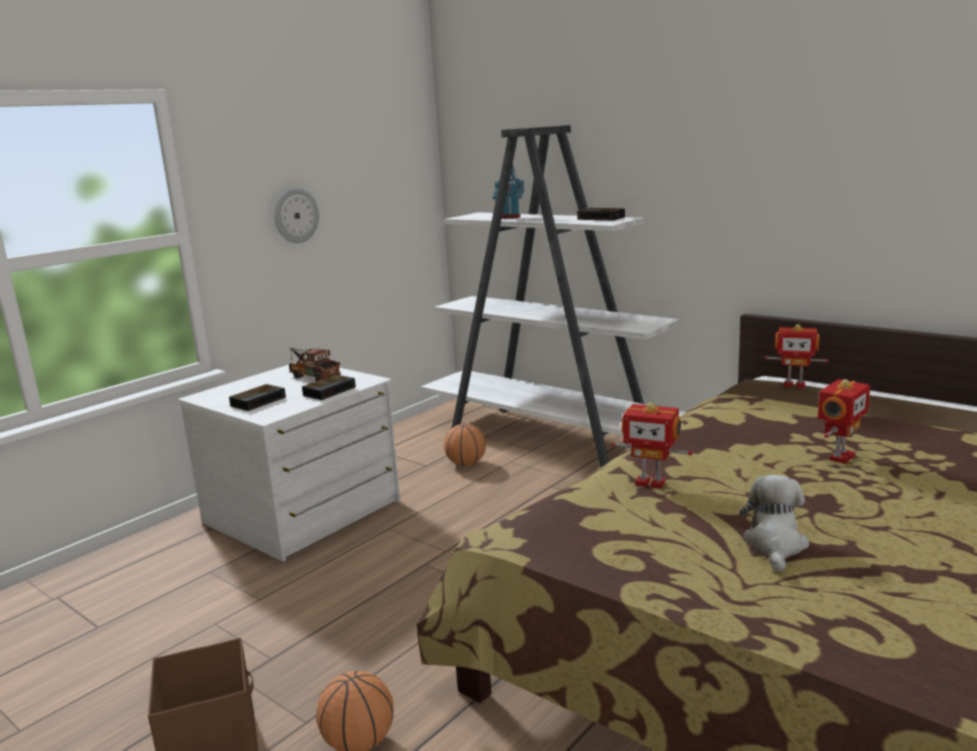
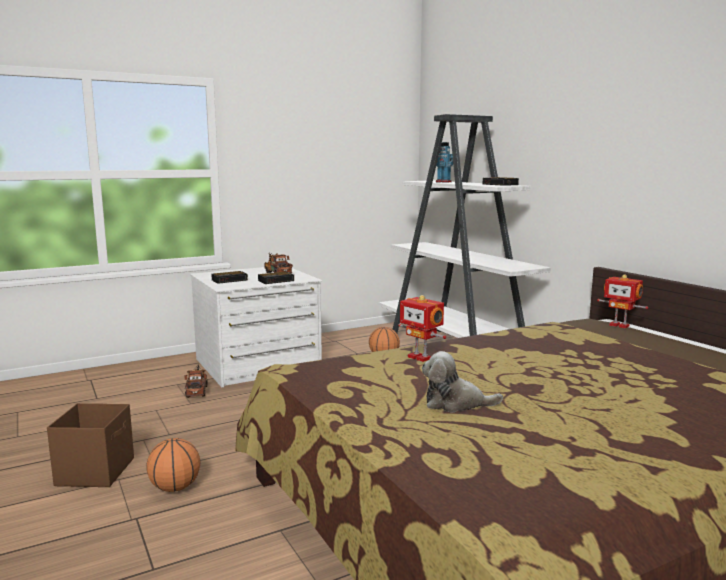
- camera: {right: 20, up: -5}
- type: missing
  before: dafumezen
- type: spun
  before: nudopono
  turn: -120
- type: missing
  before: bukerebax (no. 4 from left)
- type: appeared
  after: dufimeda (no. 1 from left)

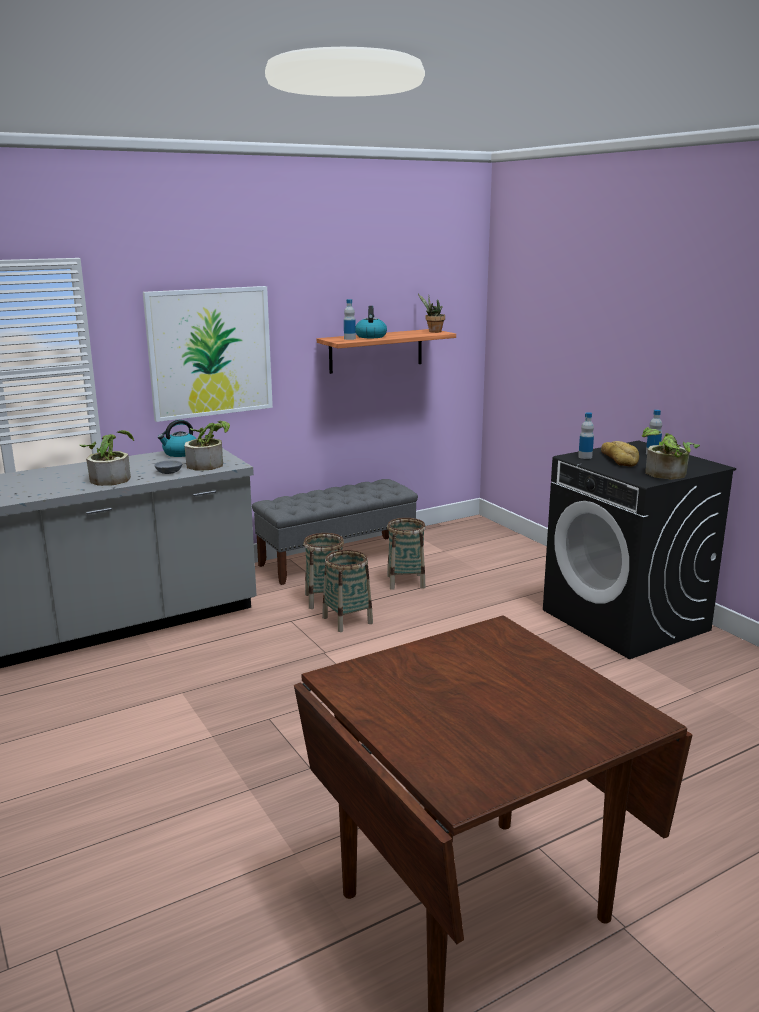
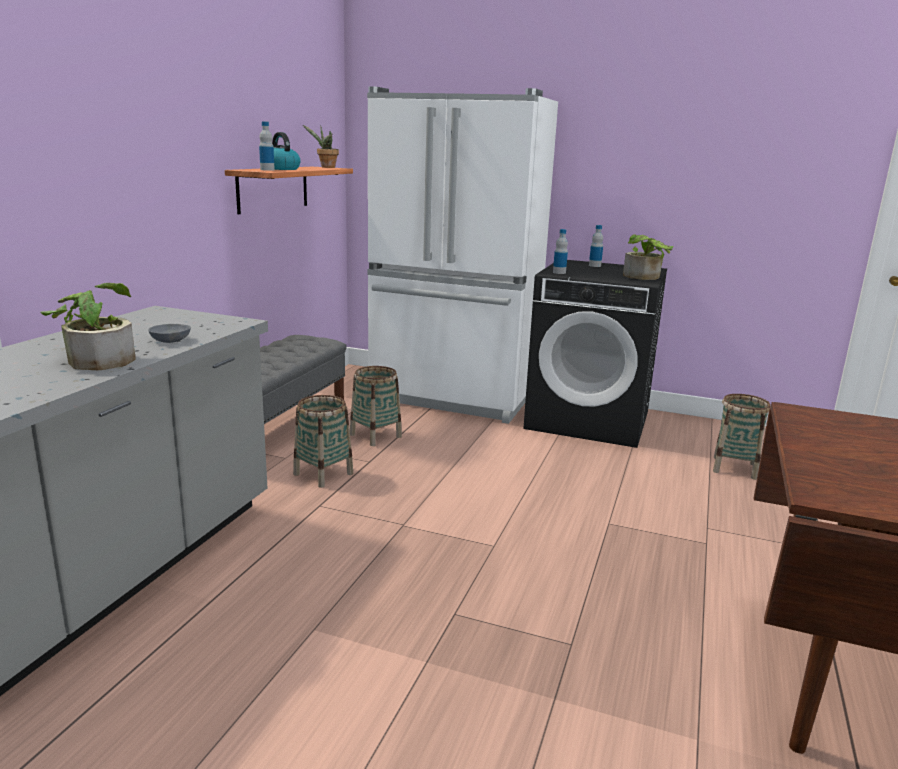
- camera: {right: -40, up: 0}
- type: missing
  before: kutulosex
- type: missing
  before: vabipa (no. 1 from left)
- type: missing
  before: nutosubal (no. 2 from left)
- type: relocated
  before: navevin (no. 2 from left in the first image)
  after: navevin (no. 3 from left)
- type: missing
  before: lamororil
- type: appeared
  after: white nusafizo

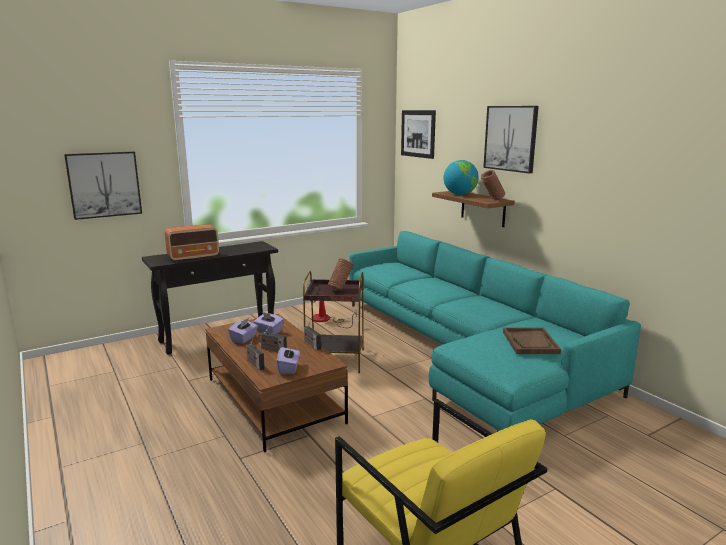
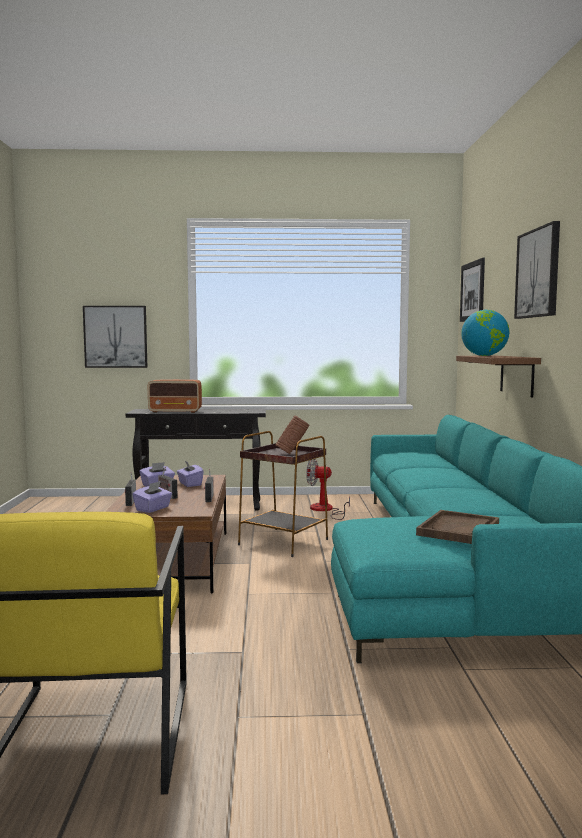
- camera: {right: 30, up: -10}
- type: missing
  before: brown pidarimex (no. 2 from left)

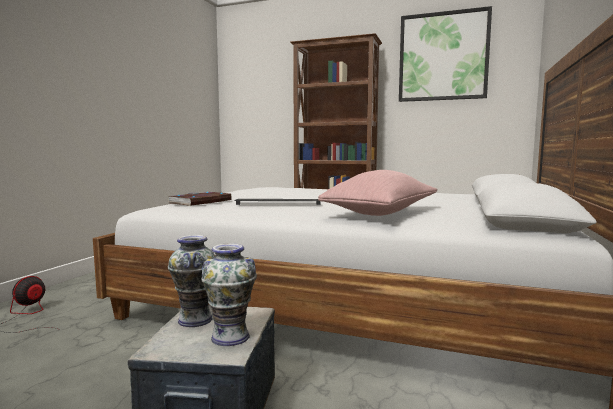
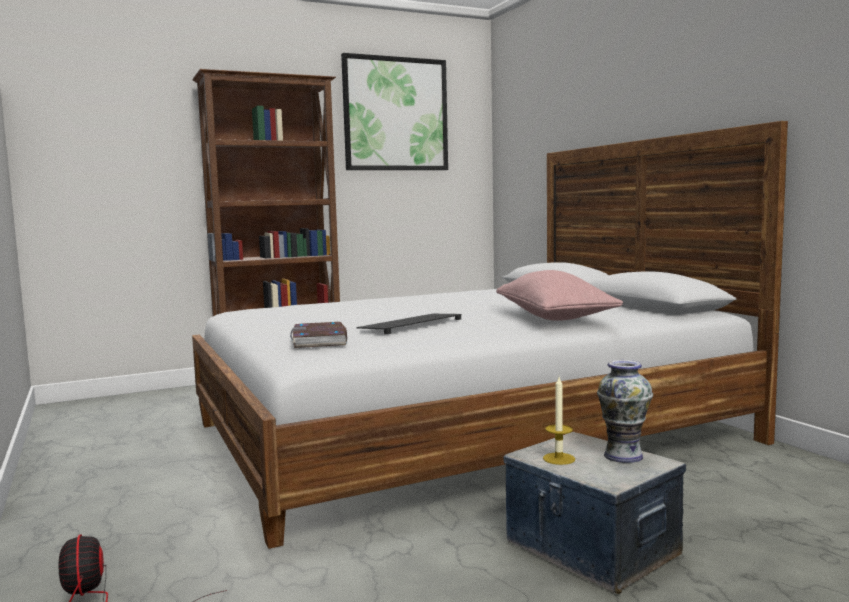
- camera: {right: -45, up: 0}
- type: exchanged
  before: pidarimex (no. 1 from left)
  after: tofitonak

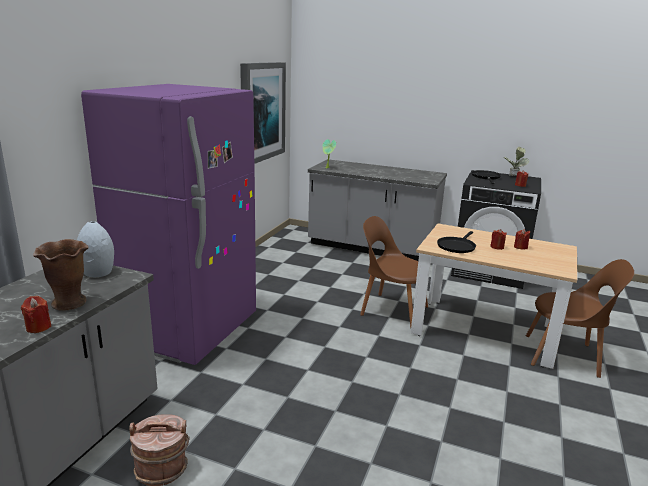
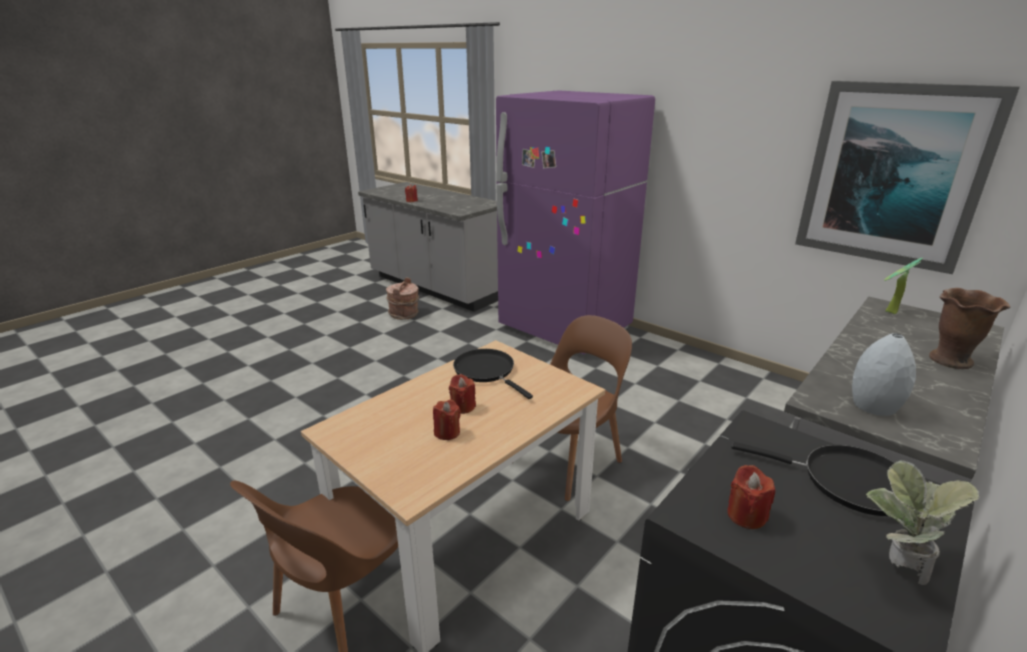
- camera: {right: 110, up: 5}
- type: relocated
  before: brown pidarimex
- type: relocated
  before: grey pidarimex

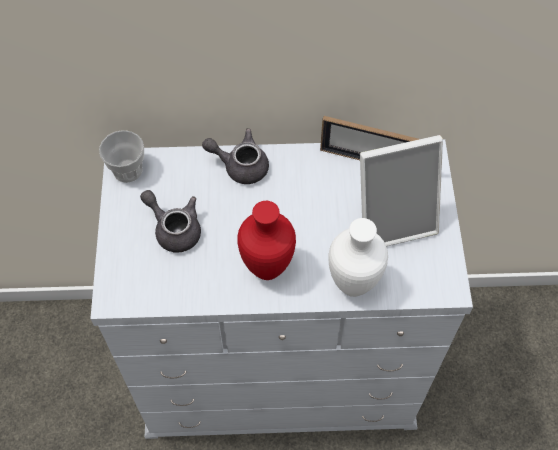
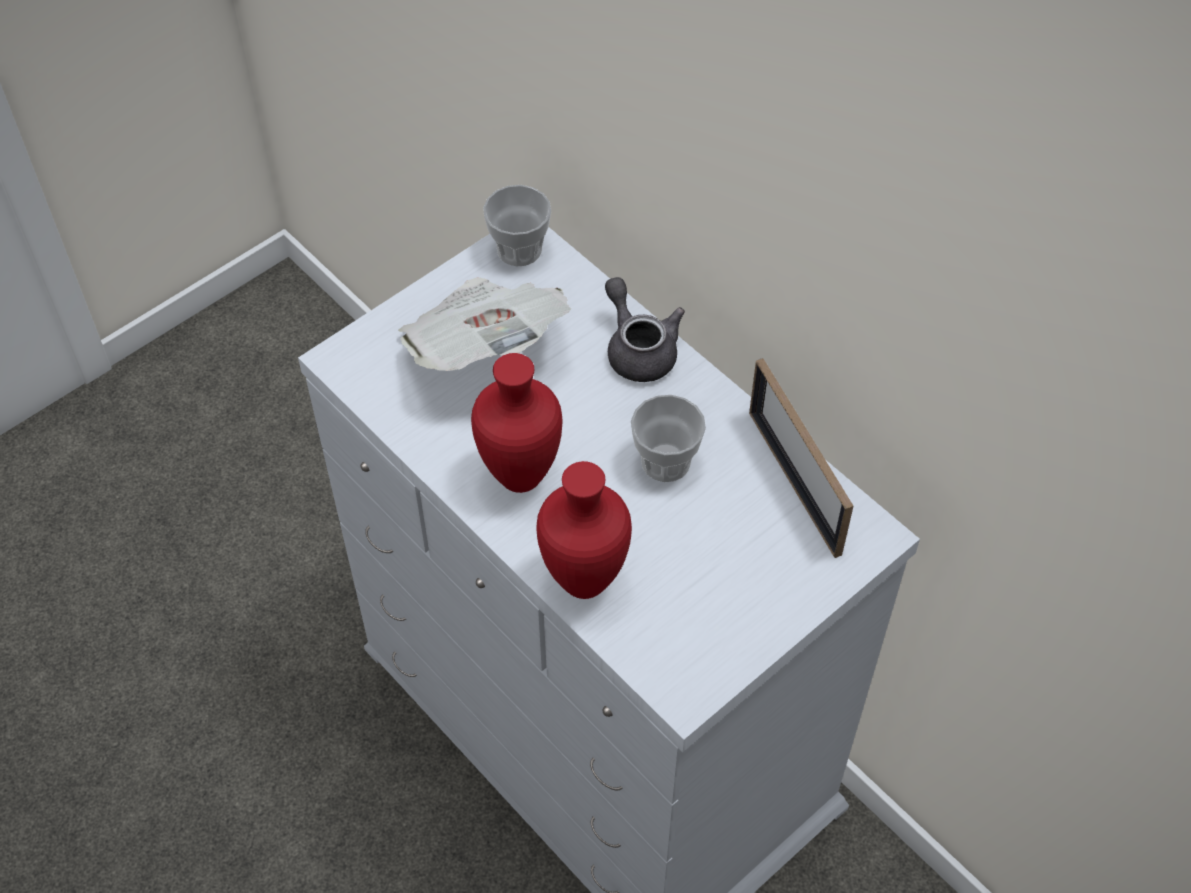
- camera: {right: 50, up: -5}
- type: exchanged
  before: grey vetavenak (no. 1 from left)
  after: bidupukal
- type: colour
  before: white pidarimex
  after: red pidarimex (no. 2 from left)
- type: missing
  before: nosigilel (no. 2 from left)
- type: appeared
  after: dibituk (no. 2 from left)

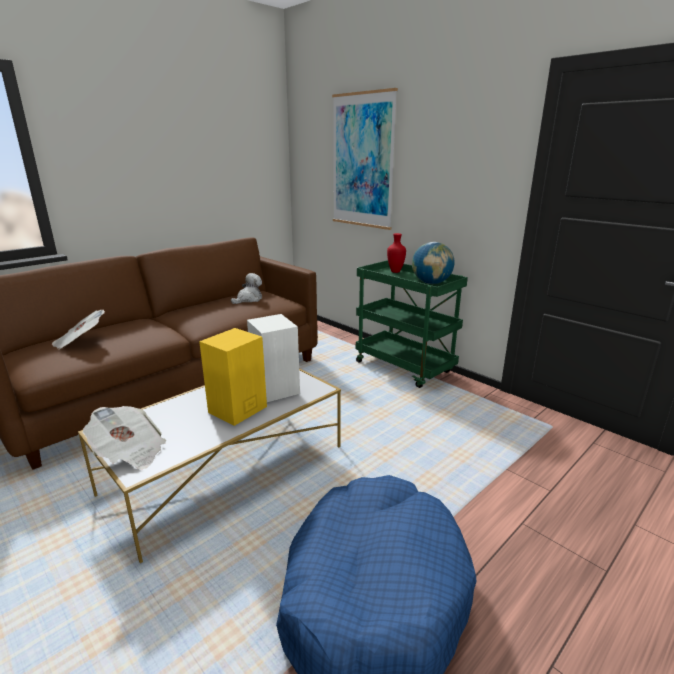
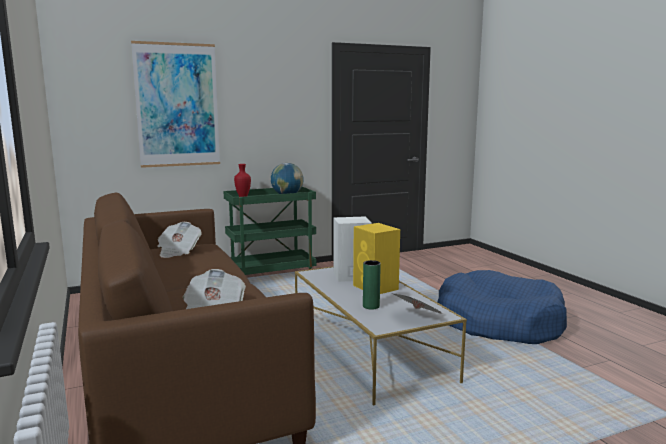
- camera: {right: -70, up: -10}
- type: exchanged
  before: nudopono
  after: bidupukal (no. 1 from left)
- type: appeared
  after: green pidarimex

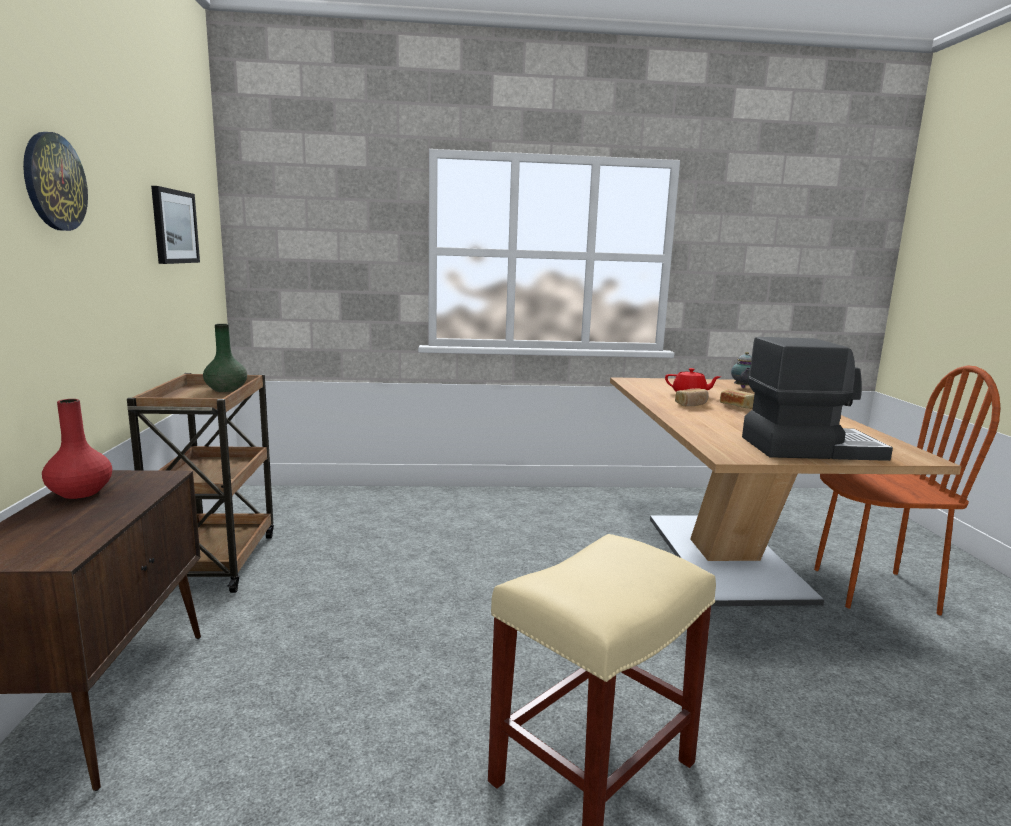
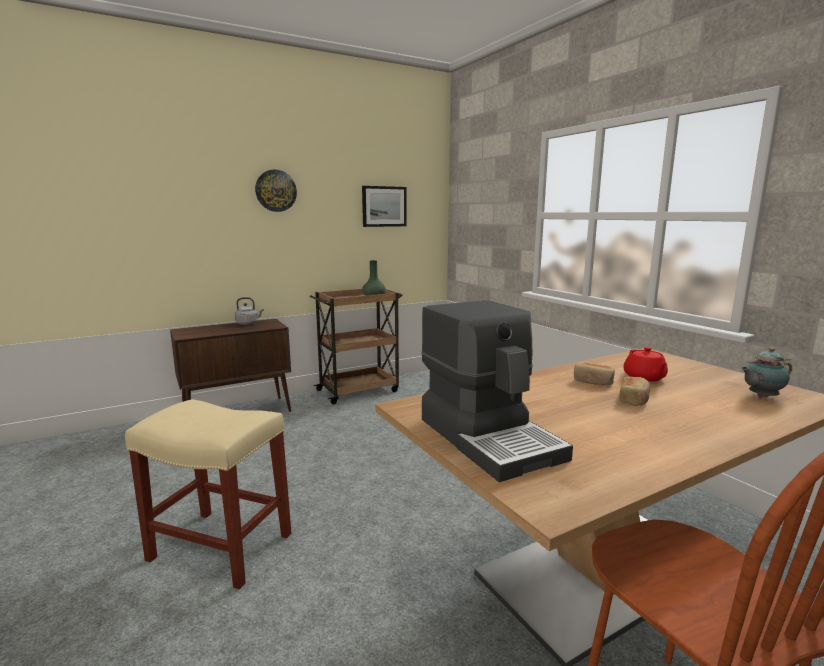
- camera: {right: 65, up: 0}
- type: exchanged
  before: red pidarimex
  after: grey vabipa

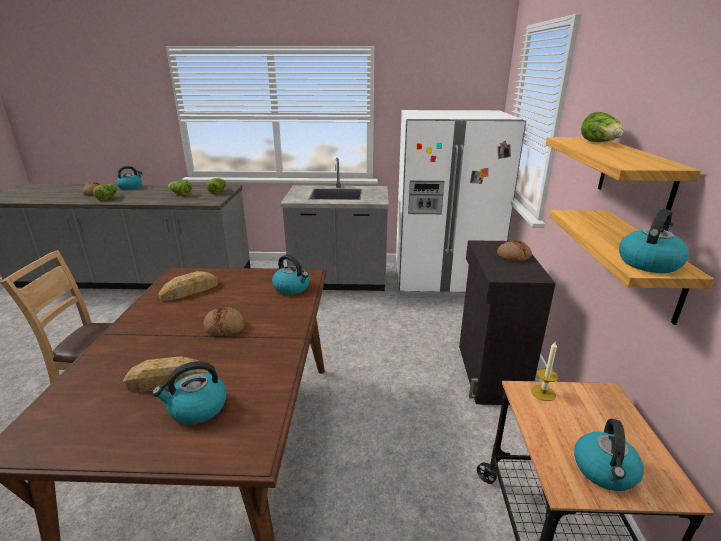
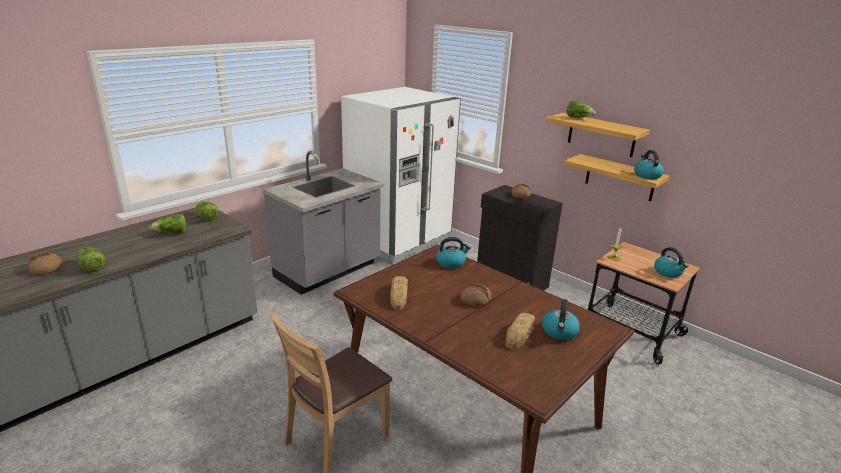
- camera: {right: -50, up: 0}
- type: missing
  before: vabipa (no. 1 from left)

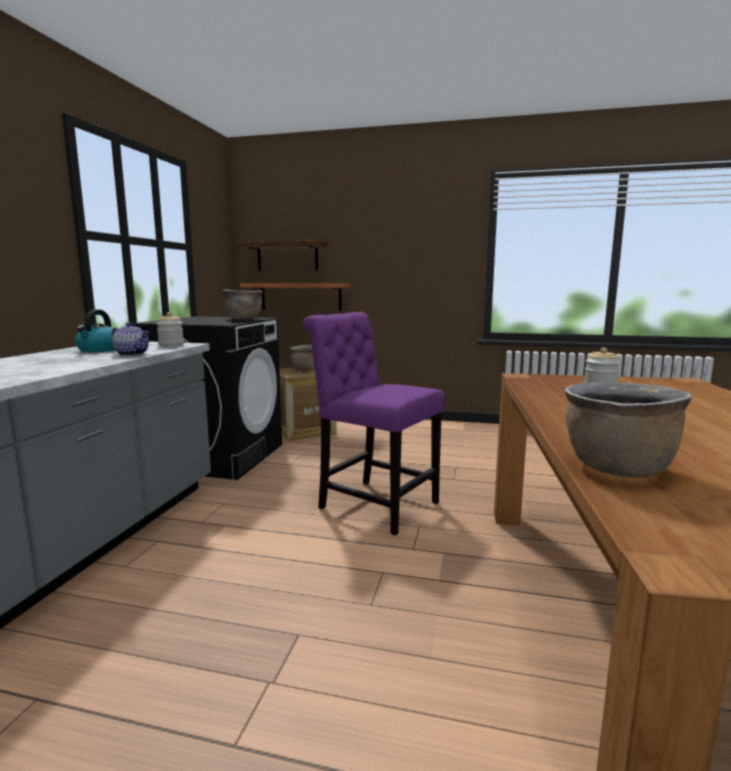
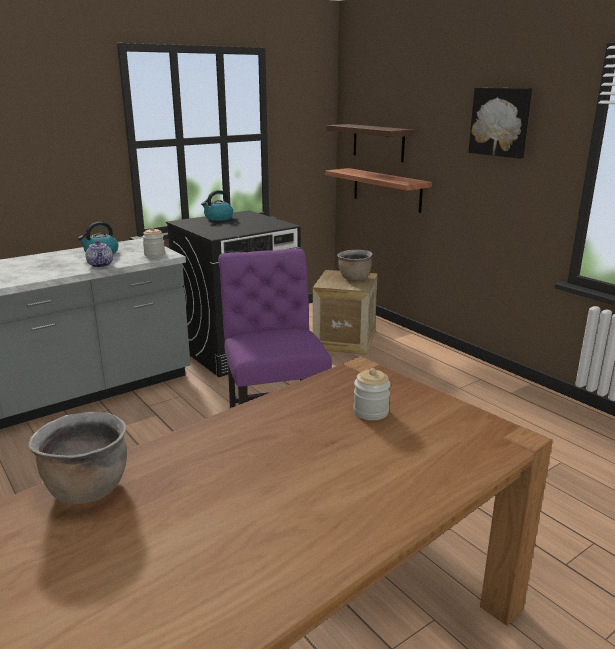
- camera: {right: 40, up: 10}
- type: missing
  before: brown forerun (no. 1 from left)
- type: appeared
  after: vabipa (no. 2 from left)
- type: appeared
  after: kutulosex

